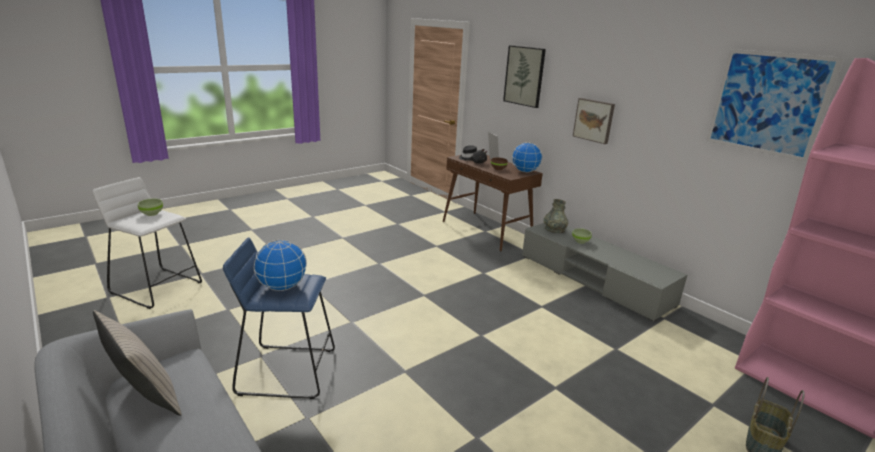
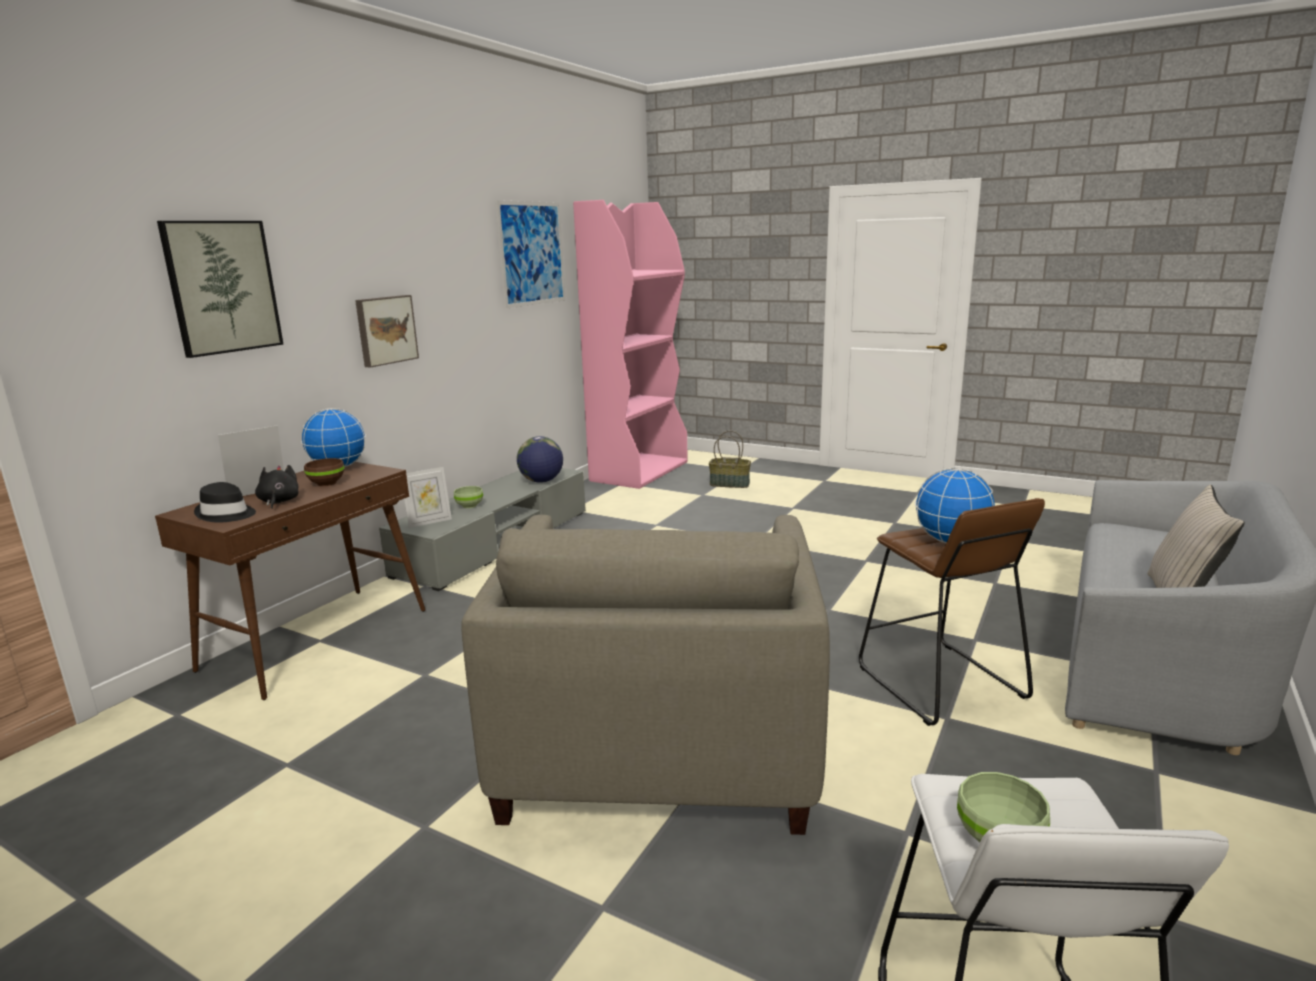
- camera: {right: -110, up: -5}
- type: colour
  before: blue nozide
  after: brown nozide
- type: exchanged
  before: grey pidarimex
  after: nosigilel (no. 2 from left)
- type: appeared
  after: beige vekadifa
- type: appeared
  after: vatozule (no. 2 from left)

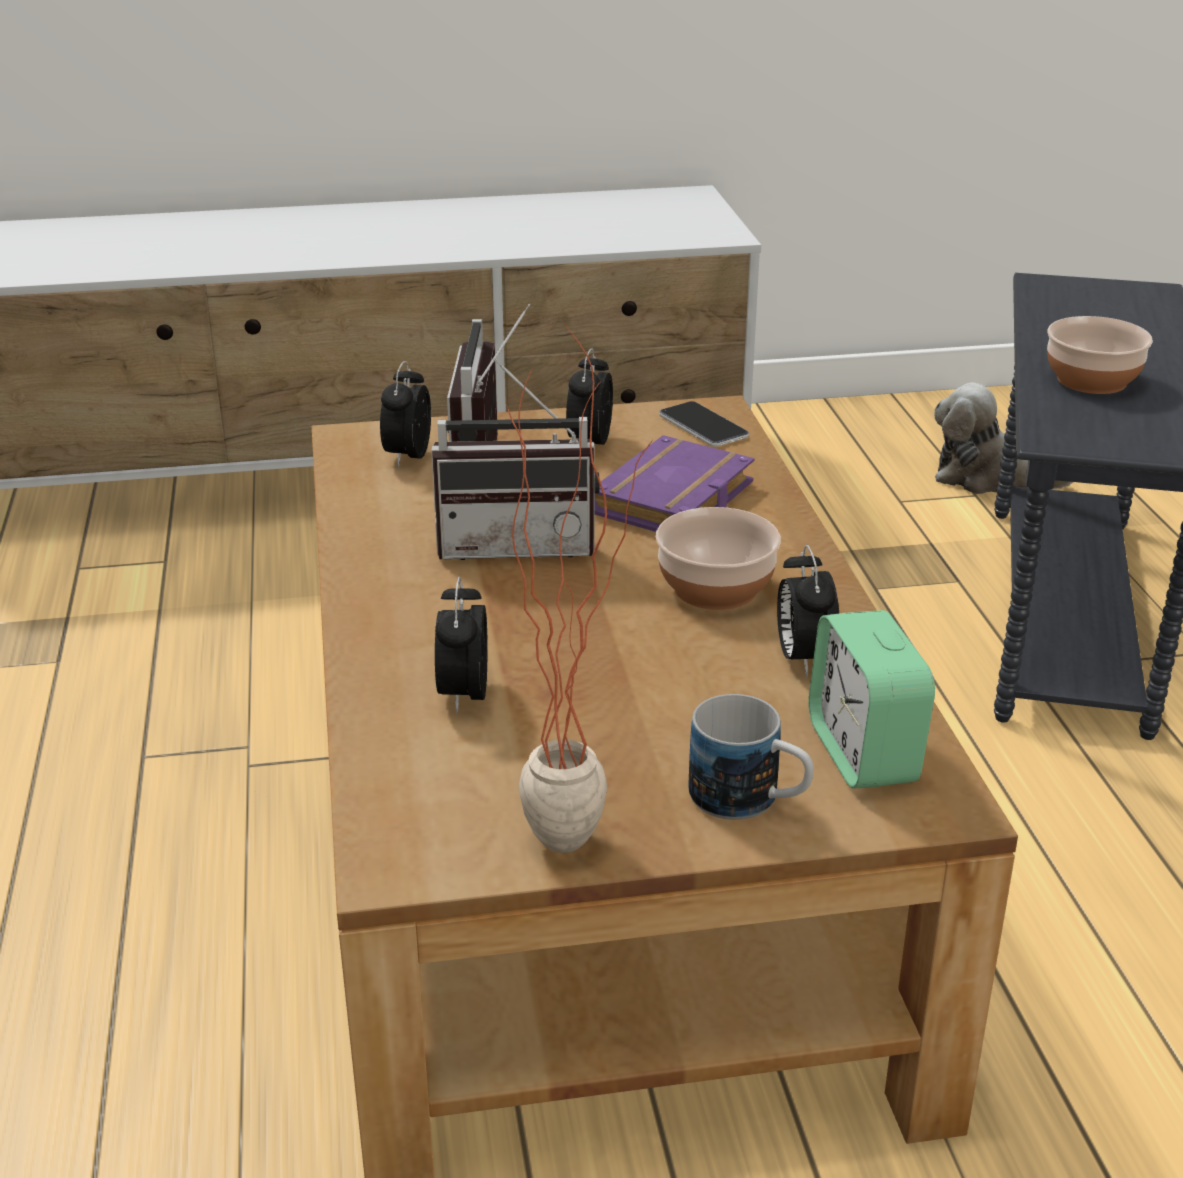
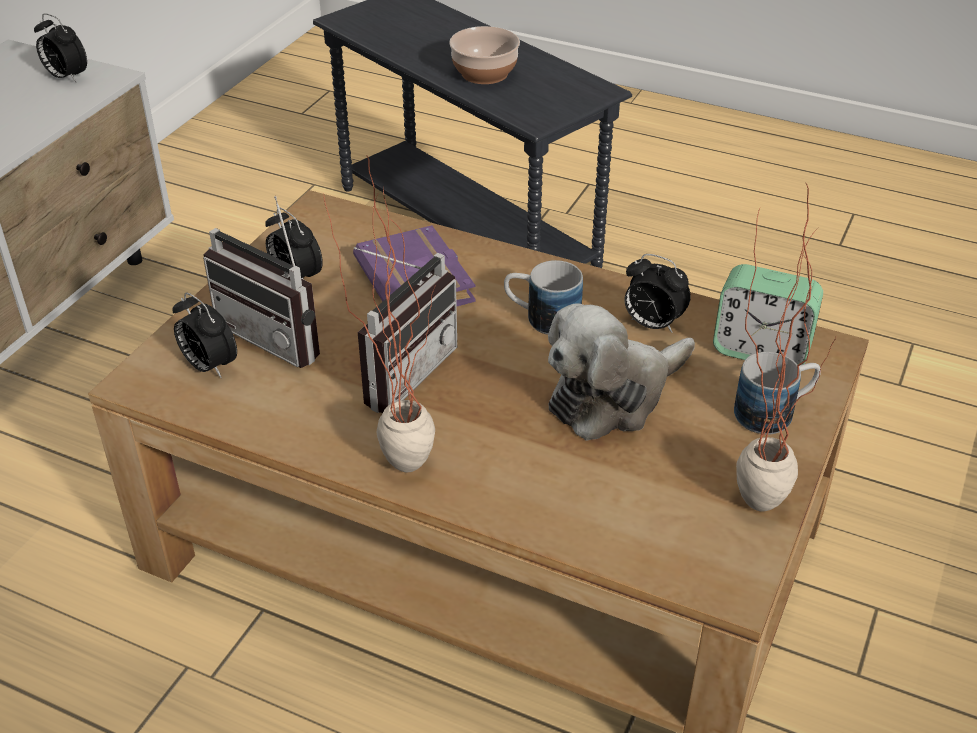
- camera: {right: -55, up: 10}
- type: relocated
  before: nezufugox (no. 2 from left in the first image)
  after: nezufugox (no. 1 from left)
- type: exchanged
  before: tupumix (no. 1 from left)
  after: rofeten (no. 1 from left)
- type: missing
  before: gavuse
- type: relocated
  before: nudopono
- type: appeared
  after: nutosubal (no. 1 from left)

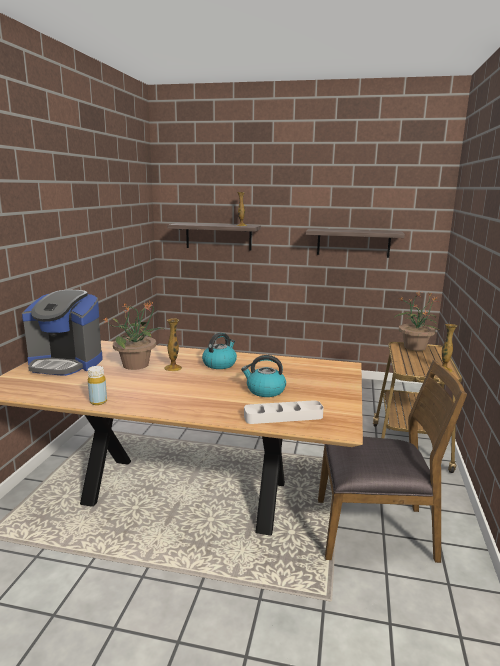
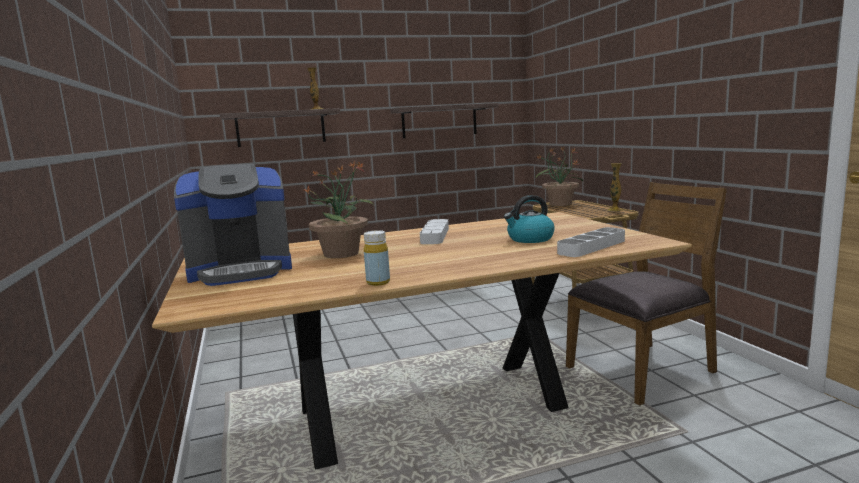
- camera: {right: -30, up: -5}
- type: missing
  before: pidarimex (no. 1 from left)
- type: exchanged
  before: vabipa (no. 1 from left)
  after: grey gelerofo (no. 1 from left)

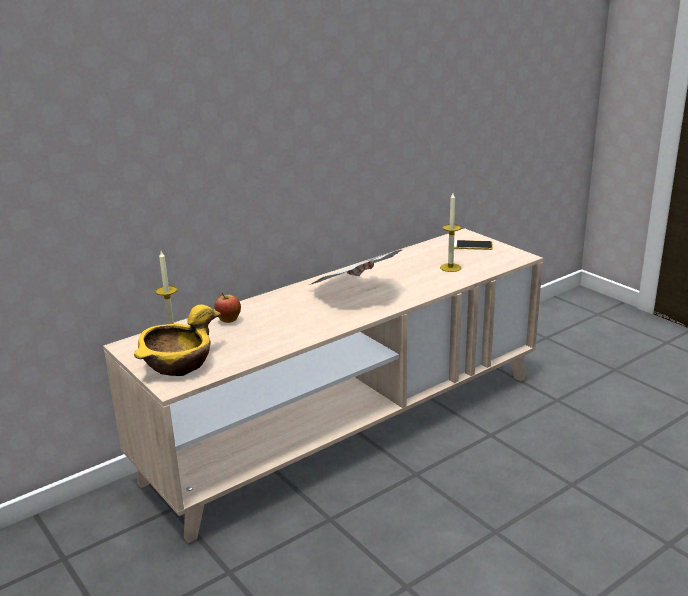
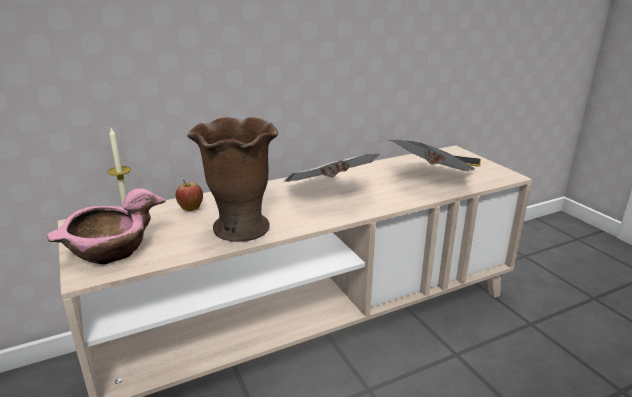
- camera: {right: 10, up: 0}
- type: colour
  before: yellow tupumix
  after: pink tupumix
- type: exchanged
  before: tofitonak (no. 2 from left)
  after: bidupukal (no. 2 from left)
- type: appeared
  after: brown pidarimex

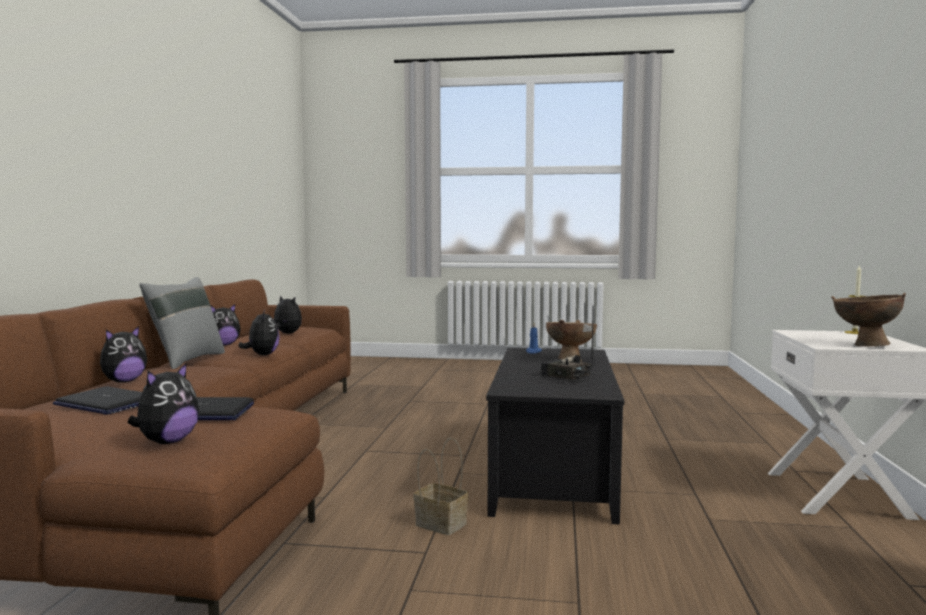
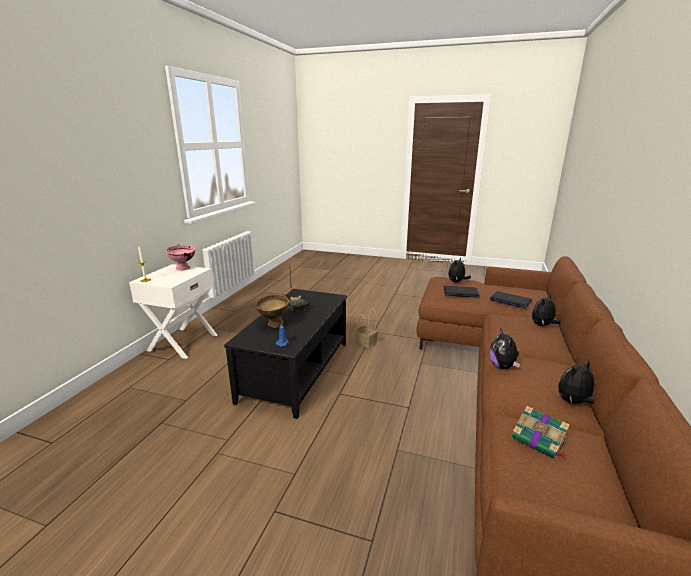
- camera: {right: -170, up: 15}
- type: missing
  before: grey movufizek
- type: exchanged
  before: nudopono (no. 5 from left)
  after: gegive
- type: colour
  before: brown tupumix (no. 2 from left)
  after: pink tupumix

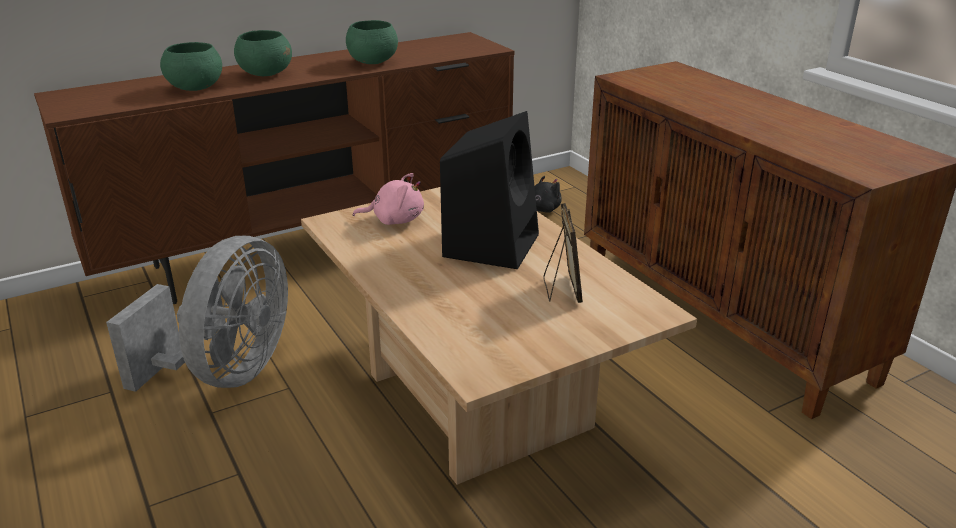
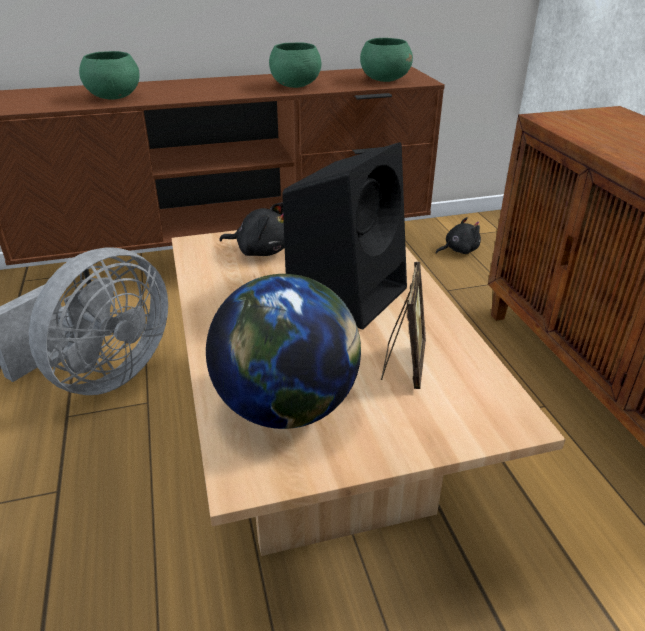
- camera: {right: 15, up: 5}
- type: relocated
  before: green tupumix (no. 2 from left in the first image)
  after: green tupumix (no. 3 from left)
- type: colour
  before: pink nudopono
  after: black nudopono (no. 1 from left)
- type: appeared
  after: vatozule

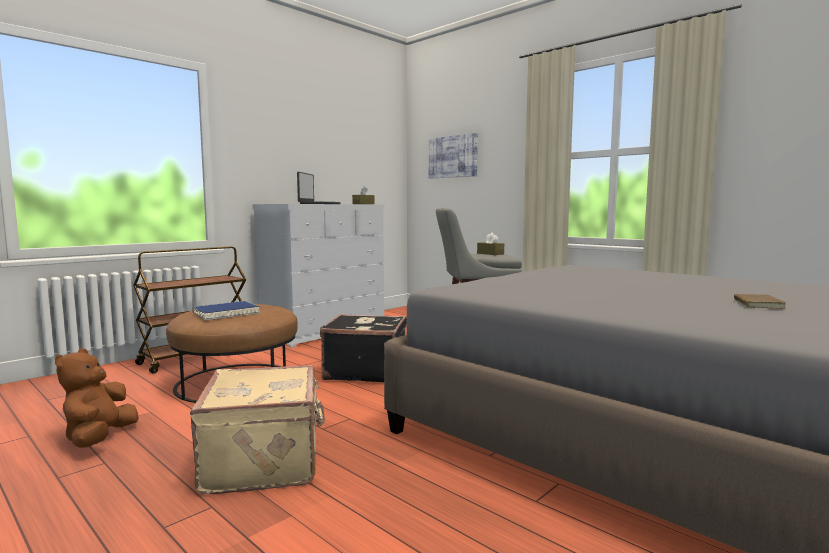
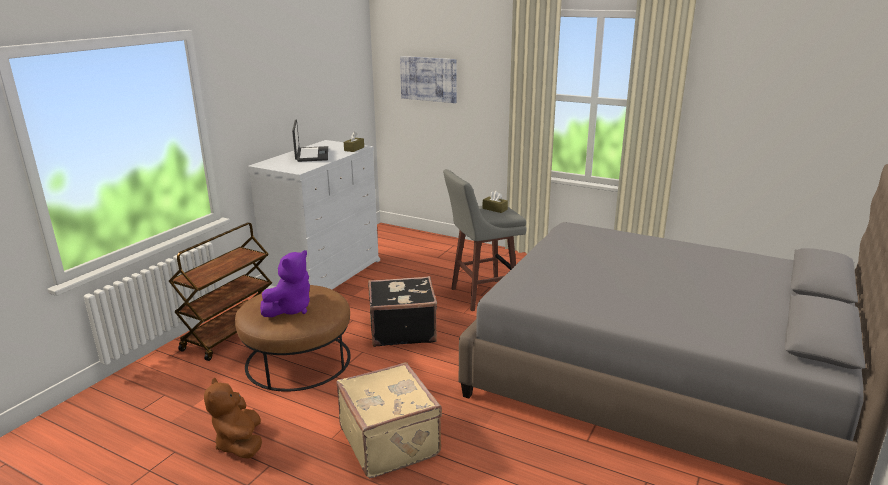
- camera: {right: -15, up: 15}
- type: exchanged
  before: blue gegive
  after: purple nudopono
- type: missing
  before: brown gegive

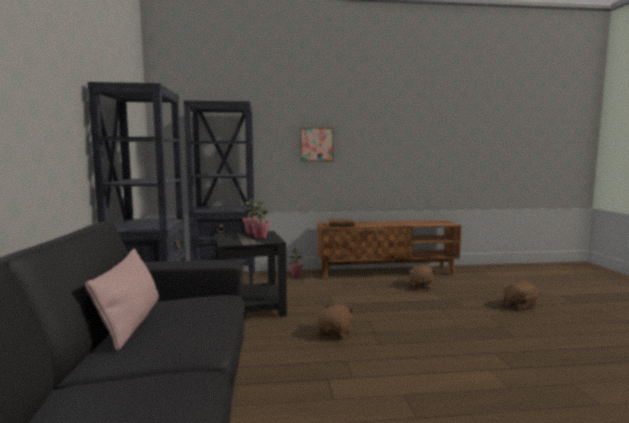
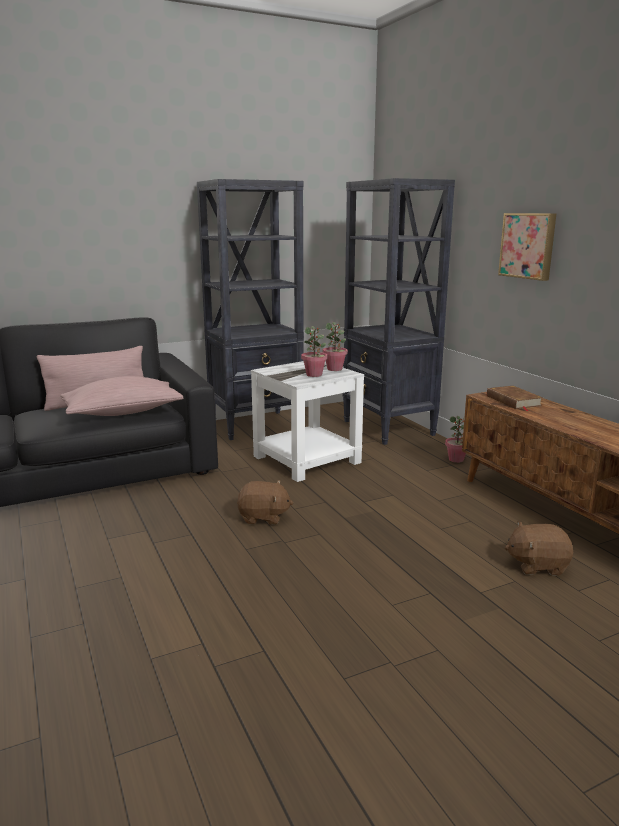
- camera: {right: 70, up: 10}
- type: colour
  before: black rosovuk
  after: white rosovuk
- type: missing
  before: brown nudopono (no. 3 from left)
- type: appeared
  after: pink movufizek (no. 2 from left)

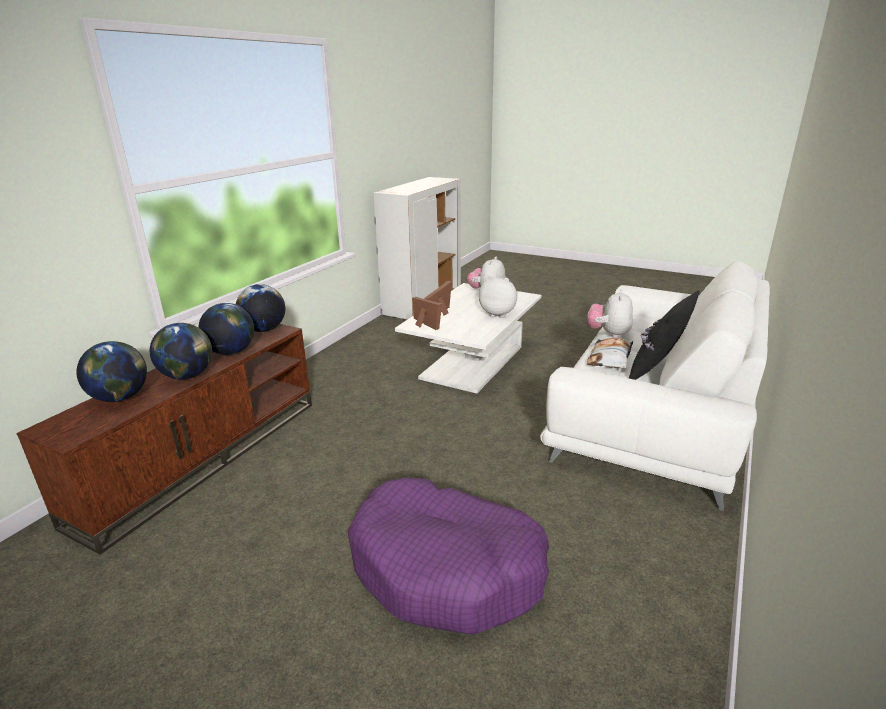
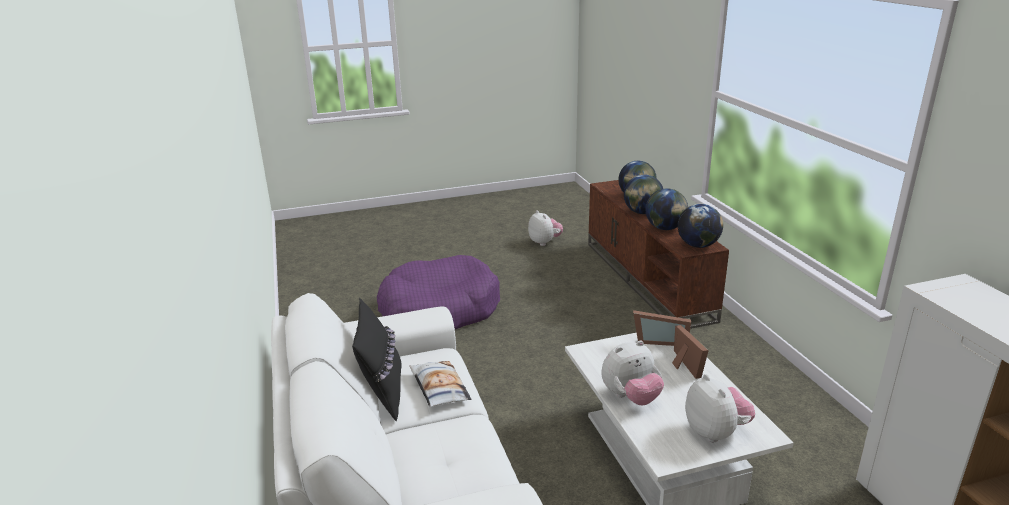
- camera: {right: 135, up: 0}
- type: relocated
  before: nudopono (no. 3 from left in the first image)
  after: nudopono (no. 1 from left)

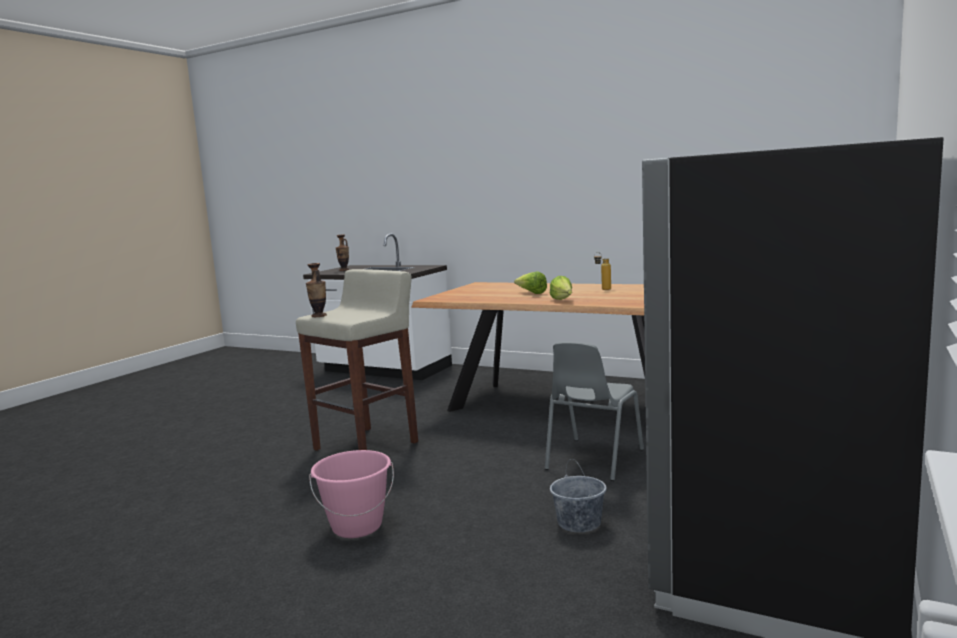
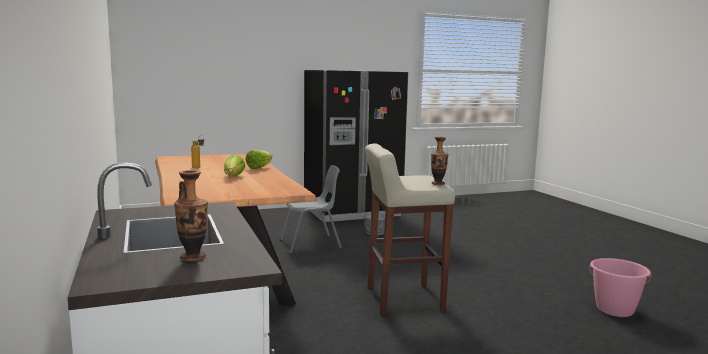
- camera: {right: -140, up: 0}
- type: relocated
  before: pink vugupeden

